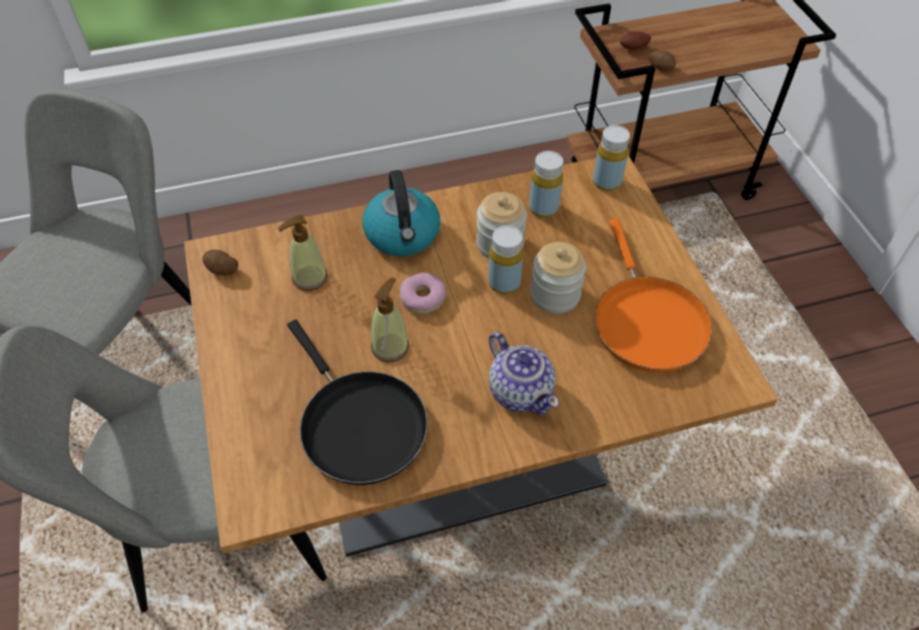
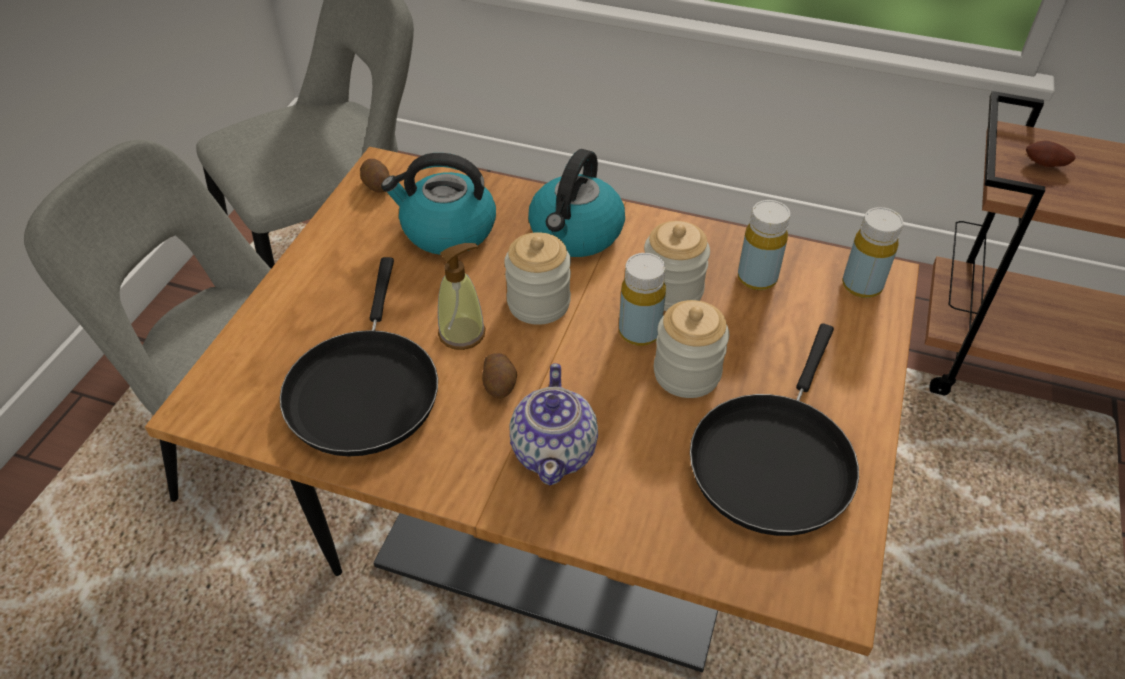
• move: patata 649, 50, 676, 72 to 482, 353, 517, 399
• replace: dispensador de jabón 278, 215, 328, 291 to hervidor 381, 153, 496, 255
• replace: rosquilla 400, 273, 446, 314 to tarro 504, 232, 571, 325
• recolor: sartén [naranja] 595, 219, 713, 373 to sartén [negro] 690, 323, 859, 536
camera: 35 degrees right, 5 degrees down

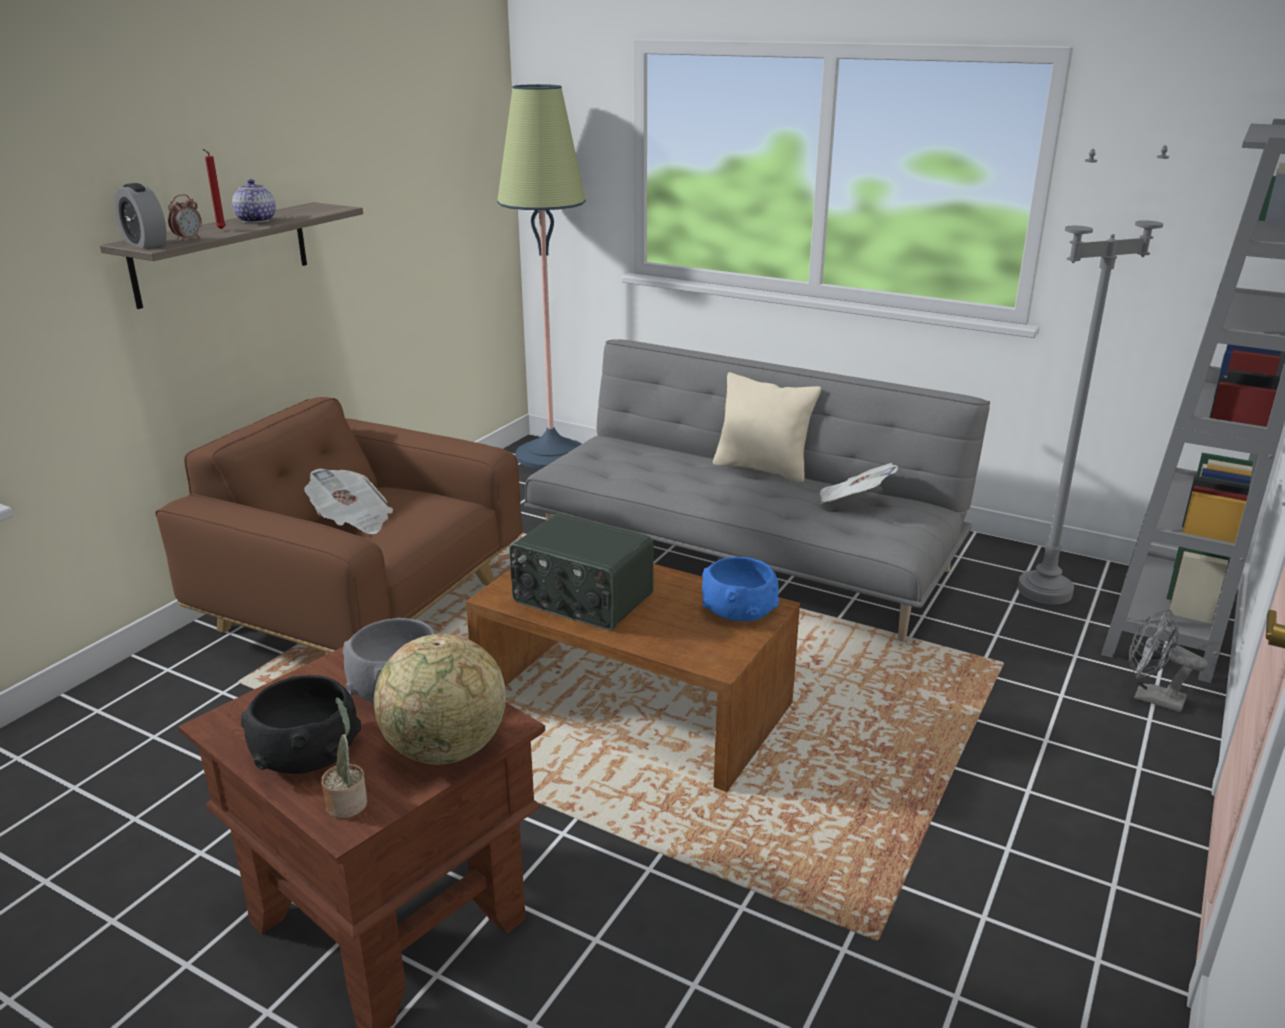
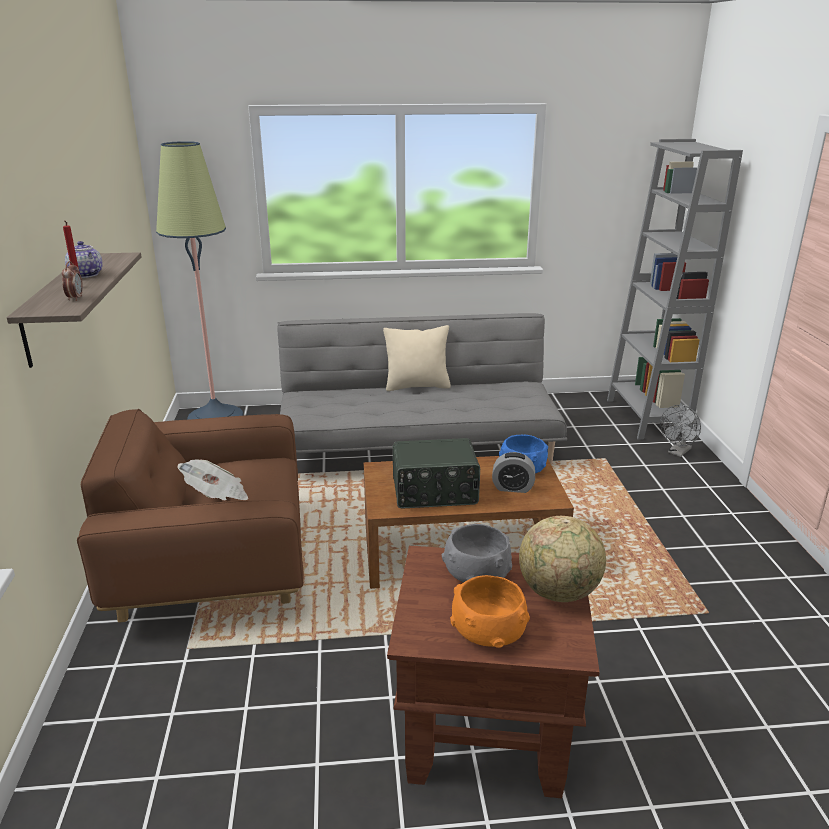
• delete: planta en maceta 321, 697, 367, 819
• delete: periódico 820, 463, 898, 504
• delete: lámpara de pie [gris] 1018, 145, 1169, 605
• move: despertador 115, 183, 167, 248 to 492, 452, 535, 493
• recolor: cuenco [negro] 241, 675, 361, 774 to cuenco [naranja] 450, 575, 530, 648
• rotate: ventilador [gris] 1129, 609, 1208, 712 = 660, 405, 701, 457 45 degrees counterclockwise
camera: 35 degrees left, 0 degrees up

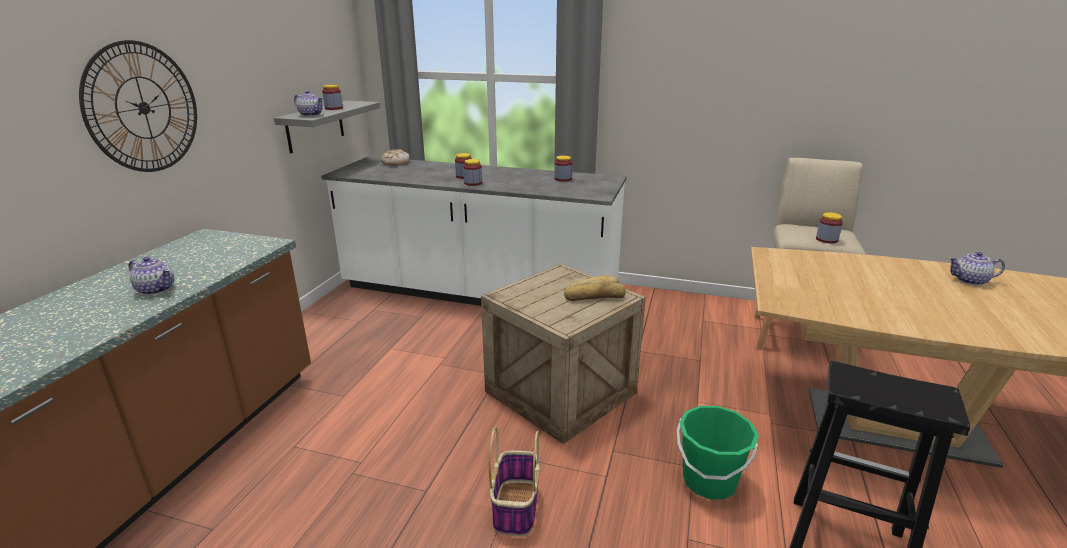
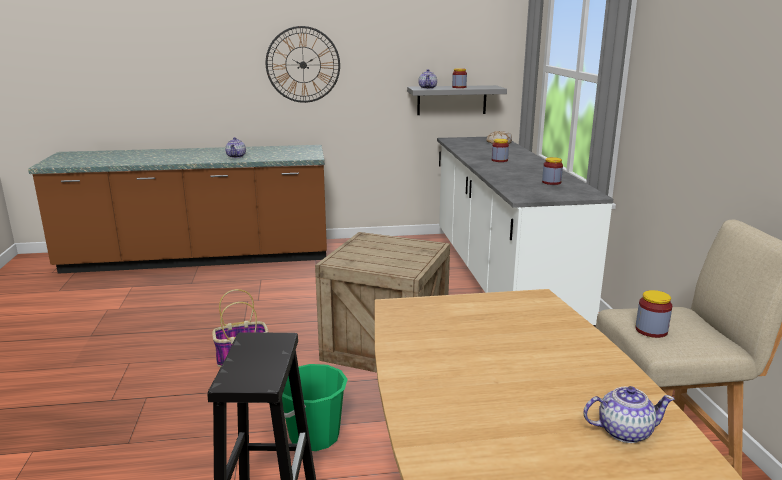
• delete: tarro 463, 159, 482, 186
• delete: pan 564, 275, 626, 301
• rotate: tetera 949, 252, 1005, 285 = 583, 386, 674, 443 105 degrees clockwise
camera: 65 degrees right, 5 degrees down

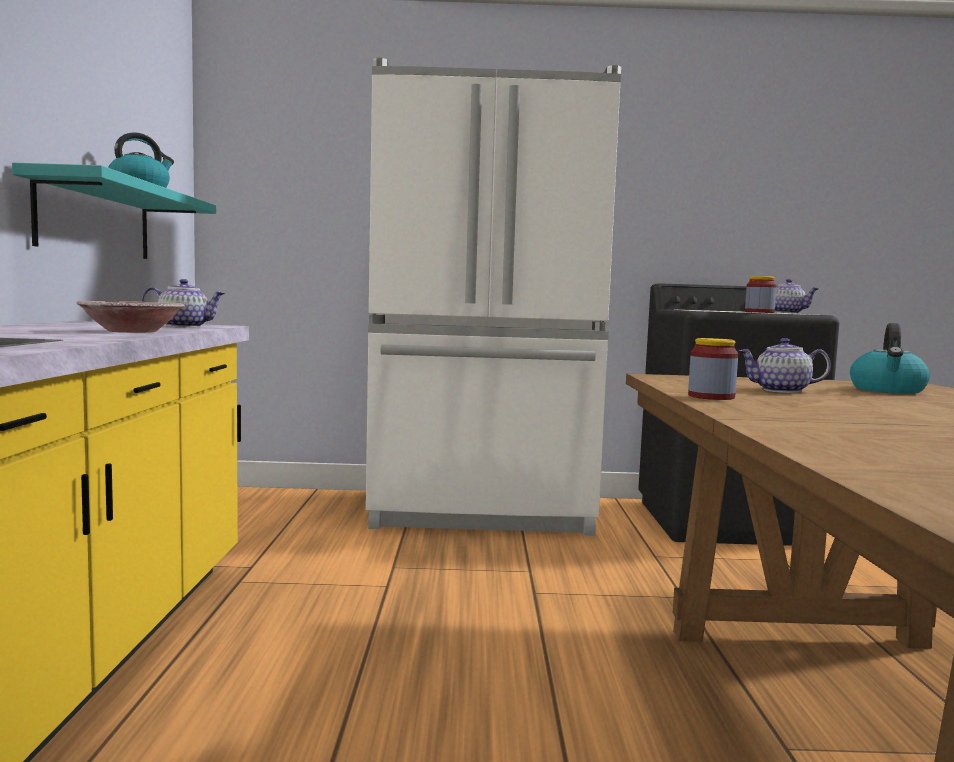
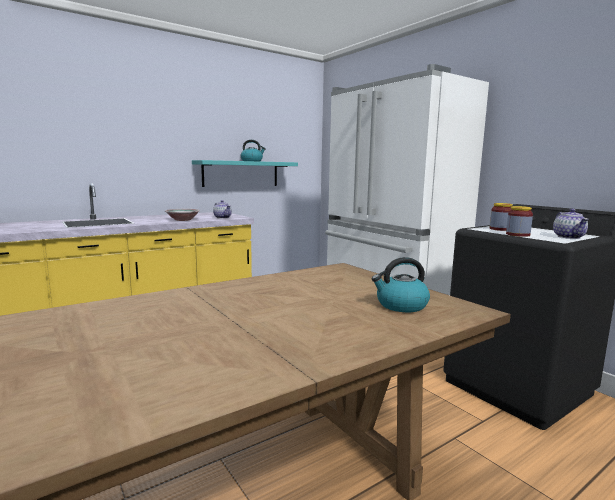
• delete: tetera 739, 338, 831, 393
• move: tarro 688, 338, 738, 400 to 490, 203, 513, 231
camera: 55 degrees right, 5 degrees up

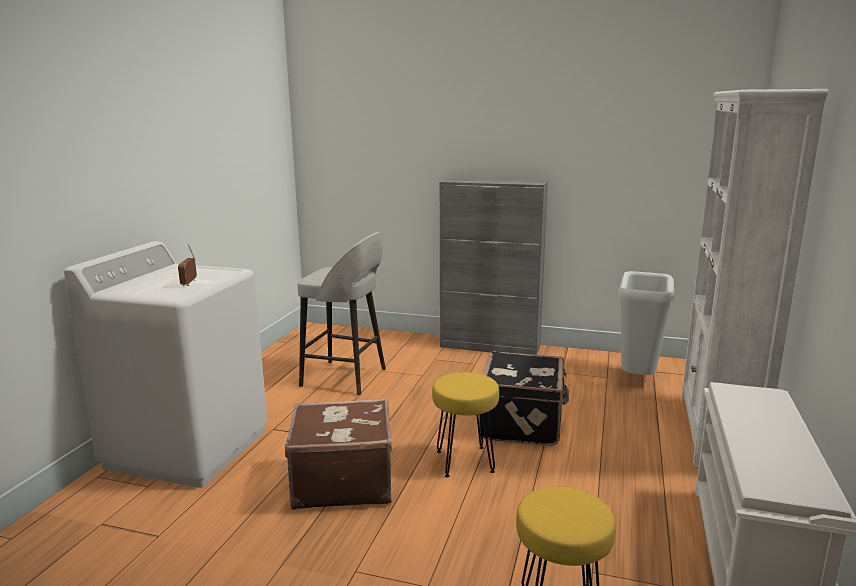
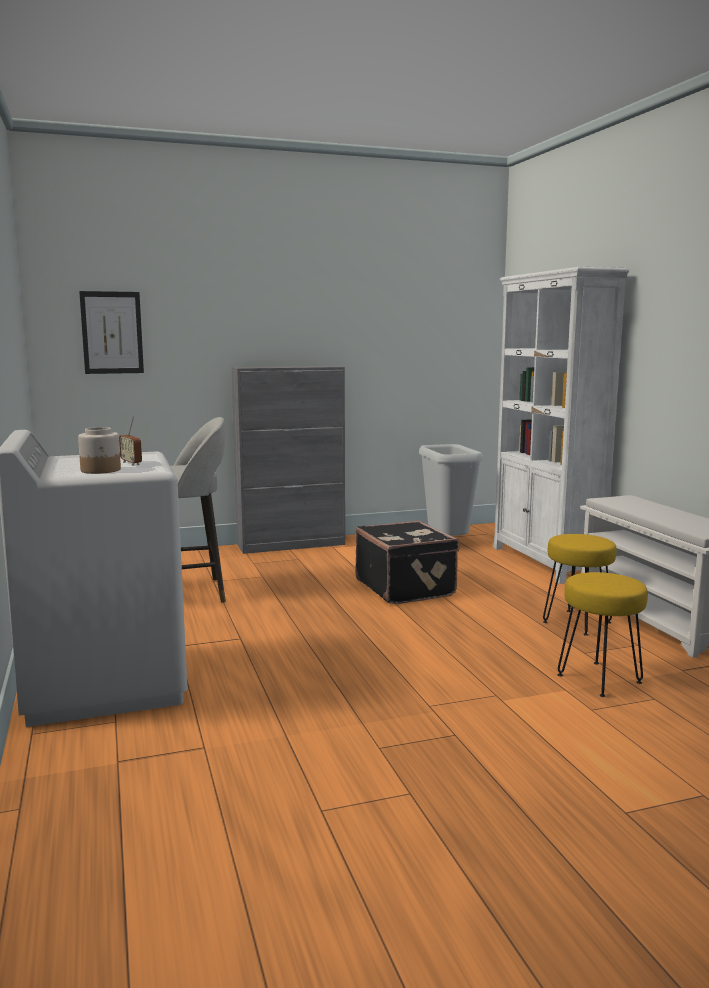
• delete: maleta [marrón] 285, 398, 392, 510
• insert: tarro 78, 427, 121, 474
• insert: cuadro 79, 291, 144, 374
• move: taburete [amarillo] 432, 372, 499, 478 to 543, 534, 616, 636
camera: 35 degrees left, 5 degrees down

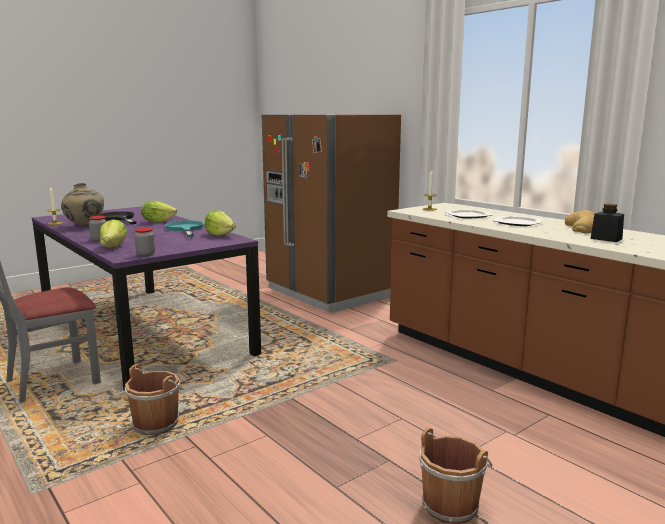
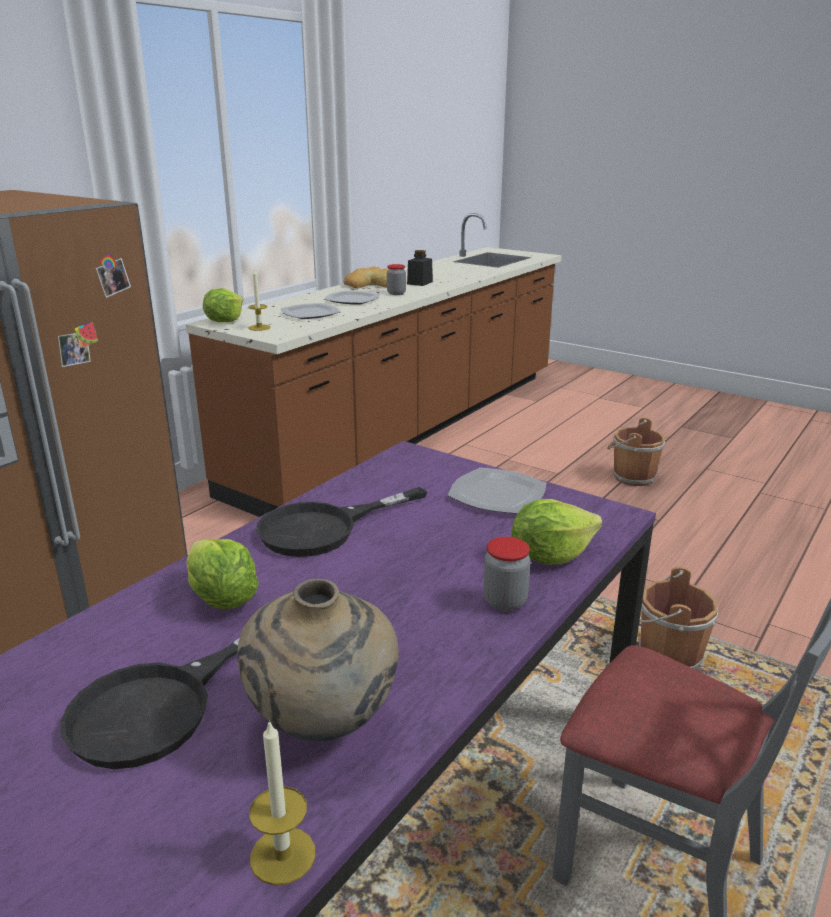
• insert: plato 448, 468, 546, 514
• move: tarro 134, 227, 155, 257 to 387, 264, 406, 295
• move: lechuga 205, 210, 236, 236 to 203, 288, 243, 322
• recolor: sartén [turquesa] 165, 220, 203, 238 to sartén [negro] 256, 487, 427, 557
camera: 105 degrees left, 10 degrees up

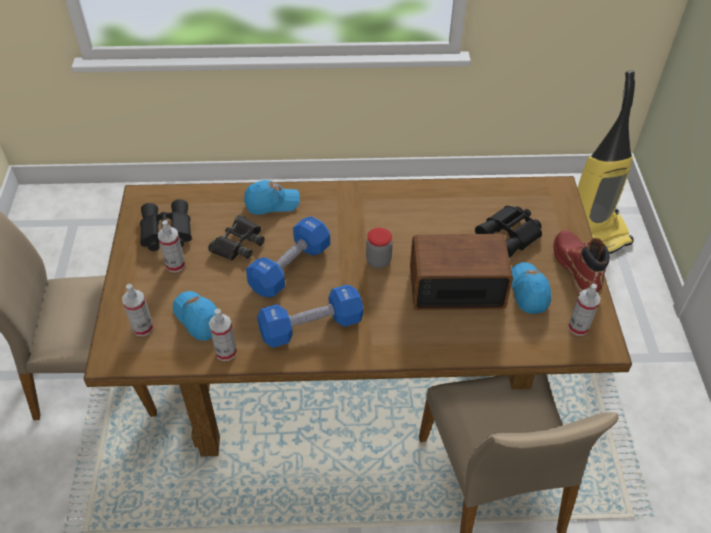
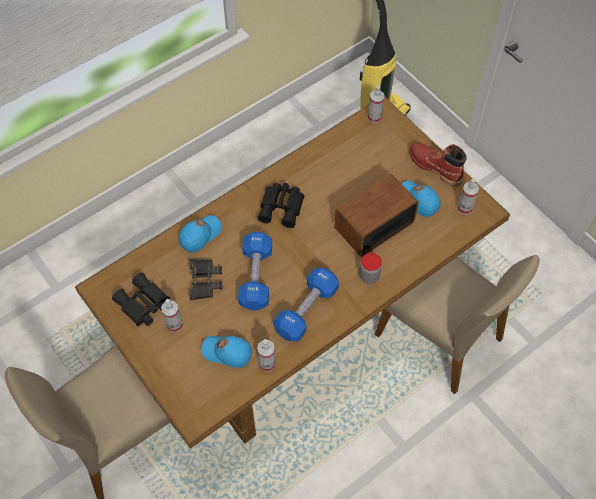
• move: pulverizador 122, 284, 153, 336 to 368, 86, 385, 123
• move: tarro 366, 228, 393, 268 to 359, 253, 382, 284
• move: prismáticos [negro] 475, 205, 542, 258 to 258, 183, 304, 228
camera: 35 degrees left, 10 degrees up

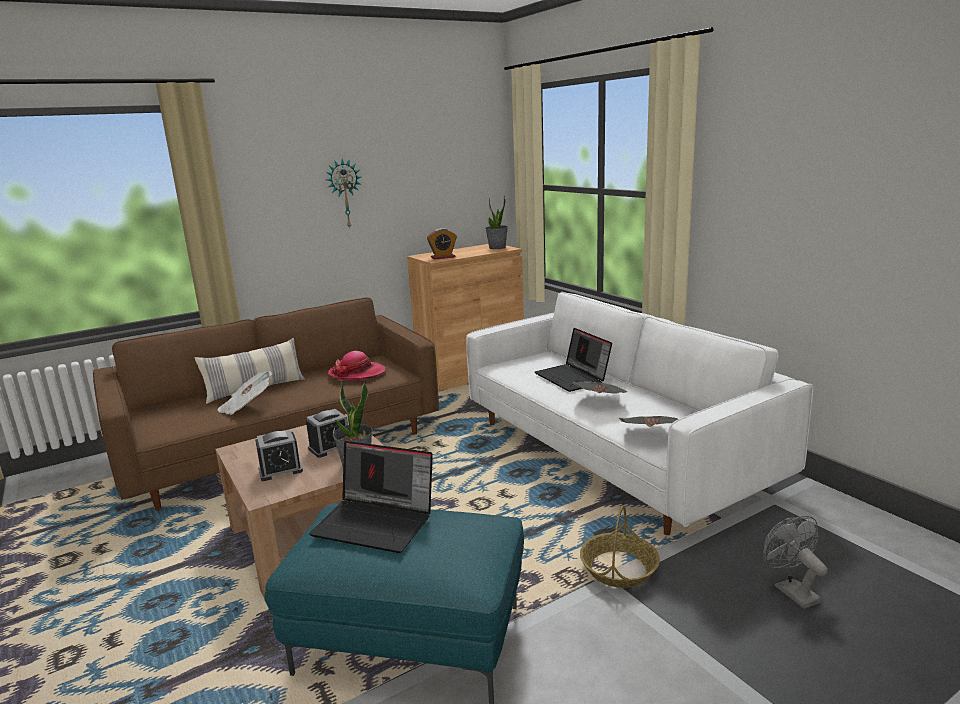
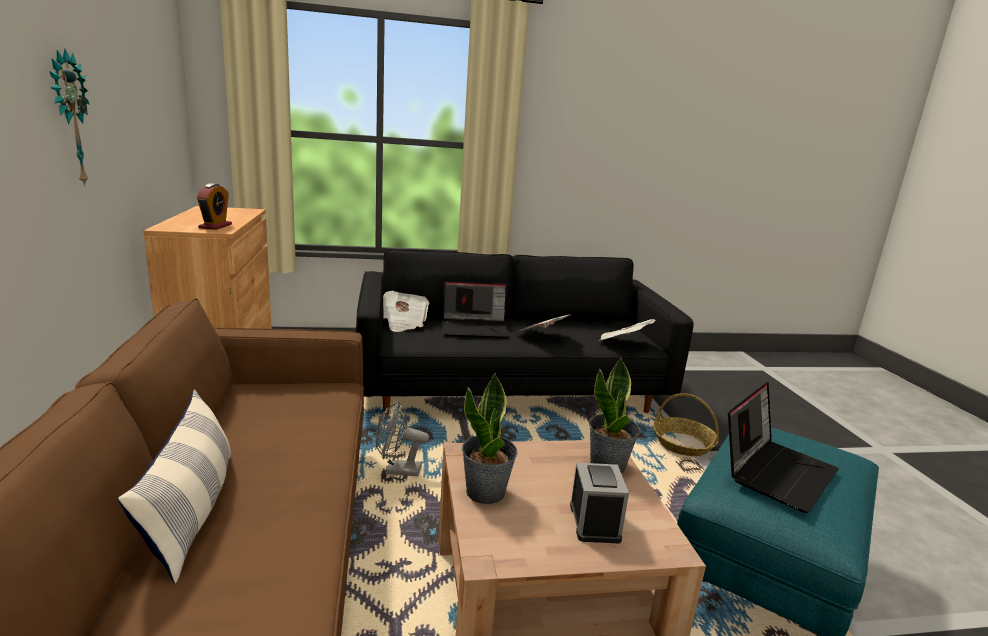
• delete: despertador 306, 409, 348, 458
• delete: sombrero 328, 351, 386, 381
• move: periódico 217, 371, 272, 415 to 383, 290, 429, 332
• move: planta en maceta 485, 196, 508, 249 to 462, 373, 517, 504
• move: ventilador [gris] 764, 516, 828, 609 to 375, 402, 429, 476
• recolor: sofá [blanco] 466, 292, 814, 535 to sofá [negro] 356, 249, 694, 415
camera: 70 degrees left, 0 degrees up

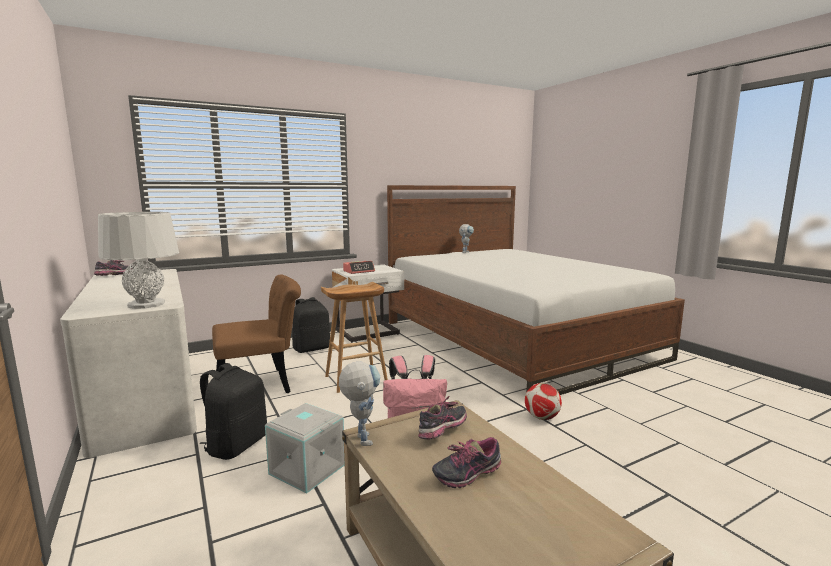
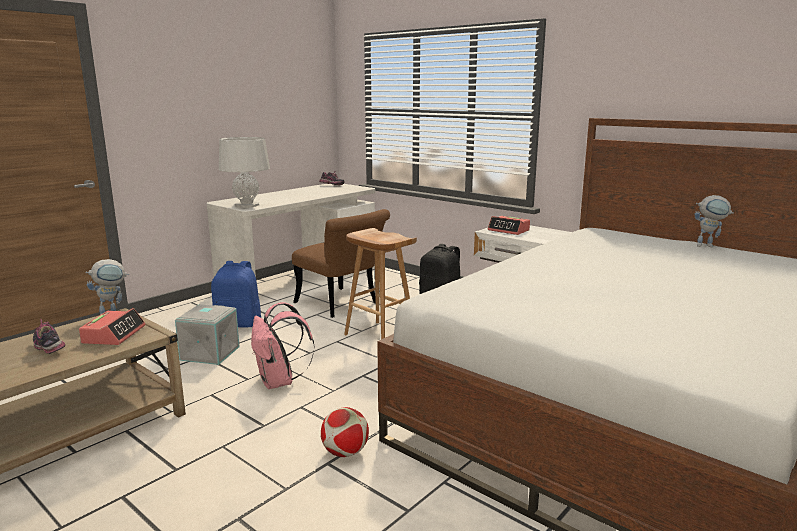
• replace: zapato 418, 395, 467, 440 to despertador 79, 308, 146, 345
• recolor: mochila [negro] 200, 363, 267, 460 to mochila [azul] 211, 261, 261, 327
camera: 70 degrees right, 5 degrees up

